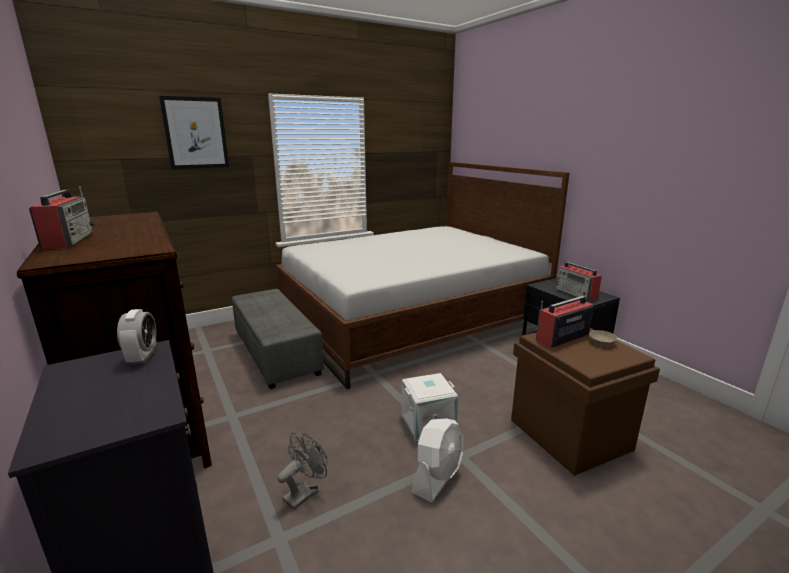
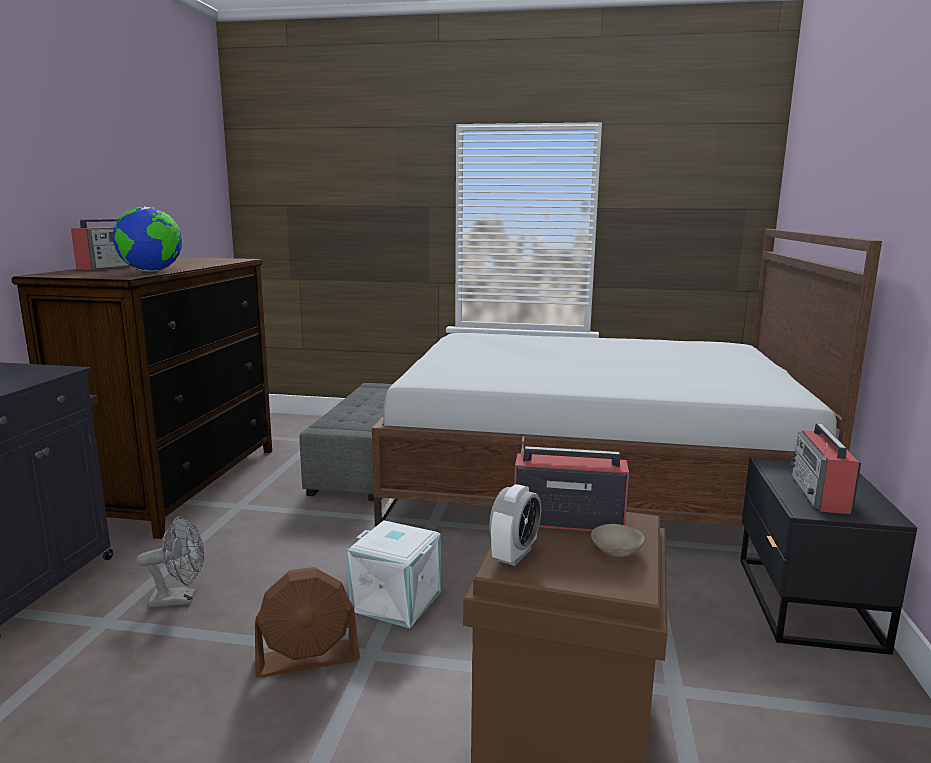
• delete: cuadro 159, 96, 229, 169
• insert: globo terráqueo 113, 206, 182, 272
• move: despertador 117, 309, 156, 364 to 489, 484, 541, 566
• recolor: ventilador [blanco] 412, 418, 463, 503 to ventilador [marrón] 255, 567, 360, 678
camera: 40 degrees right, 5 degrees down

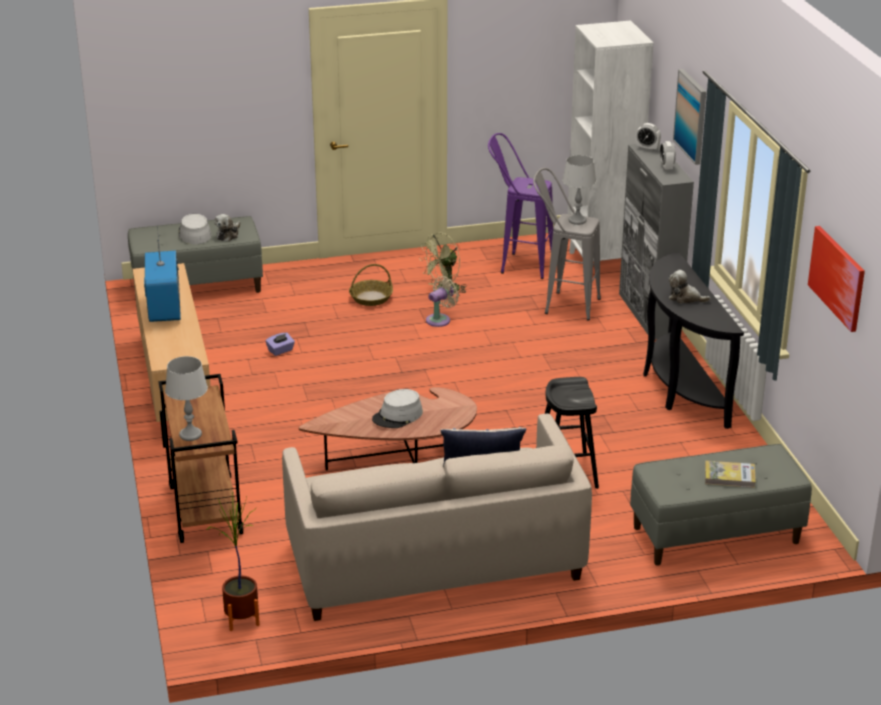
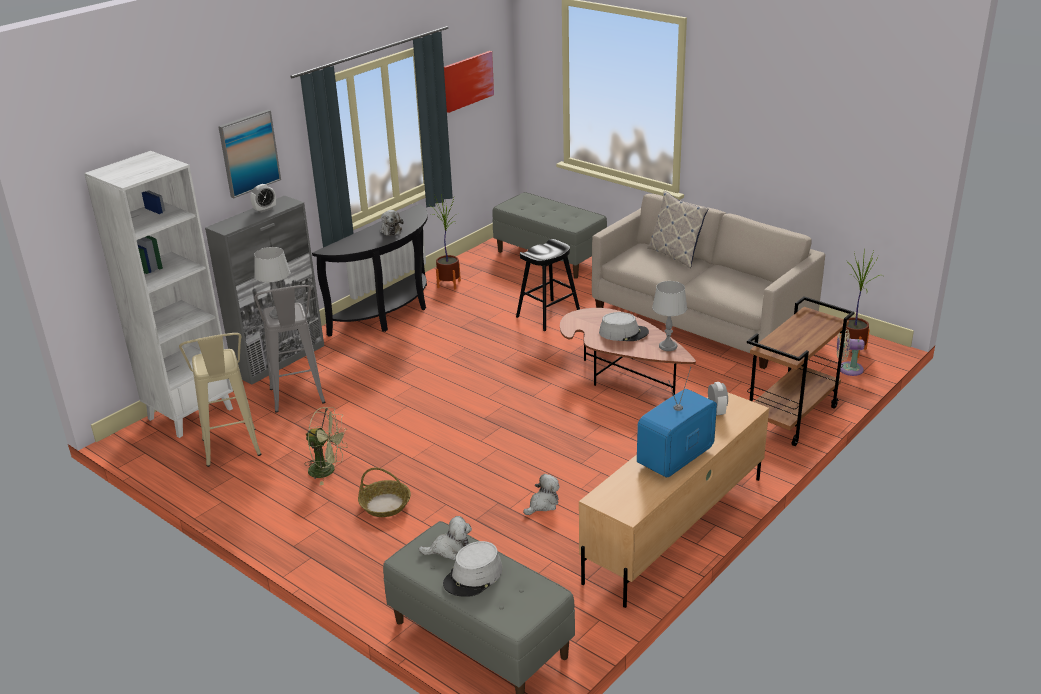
• delete: libro 705, 461, 756, 488
• insert: planta en maceta 429, 194, 461, 289
• move: lámpara de mesa [gris] 165, 356, 208, 441 to 652, 281, 687, 351
• move: ventilador [beis] 426, 276, 459, 327 to 837, 329, 864, 376
• move: despertador 636, 123, 661, 151 to 708, 382, 728, 416
• replace: caja de pañuelos [morado] 266, 333, 295, 356 to peluche 523, 474, 560, 515
• recolor: taburete [morado] 488, 133, 553, 279 to taburete [beis] 179, 333, 261, 467
camera: 125 degrees left, 0 degrees up

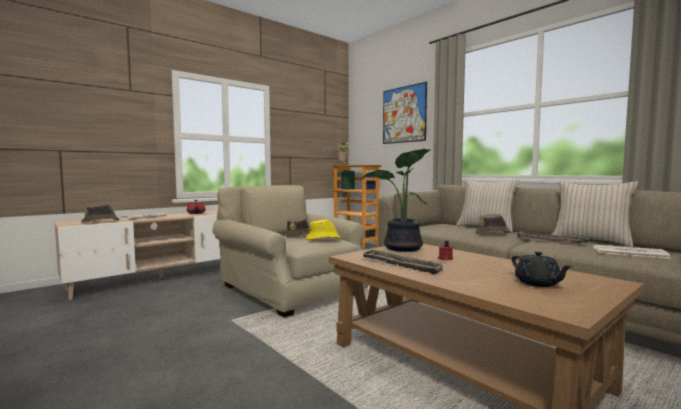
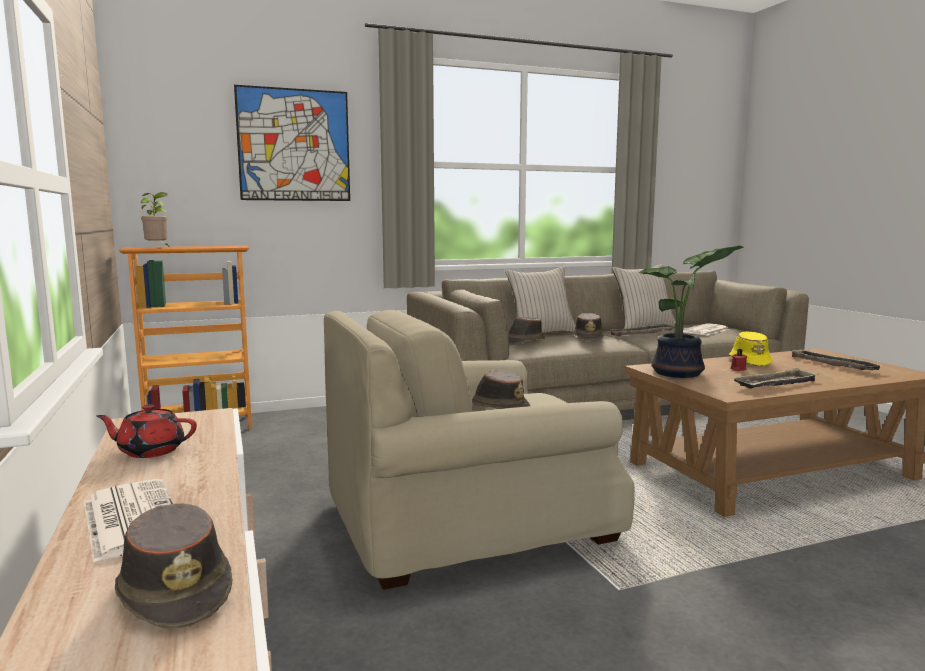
• insert: sombrero [marrón] 508, 317, 545, 345
• move: sombrero [amarillo] 305, 220, 341, 240 to 729, 331, 772, 366
• replace: tetera [negro] 512, 251, 573, 287 to bandeja 789, 349, 884, 370
camera: 70 degrees left, 5 degrees up

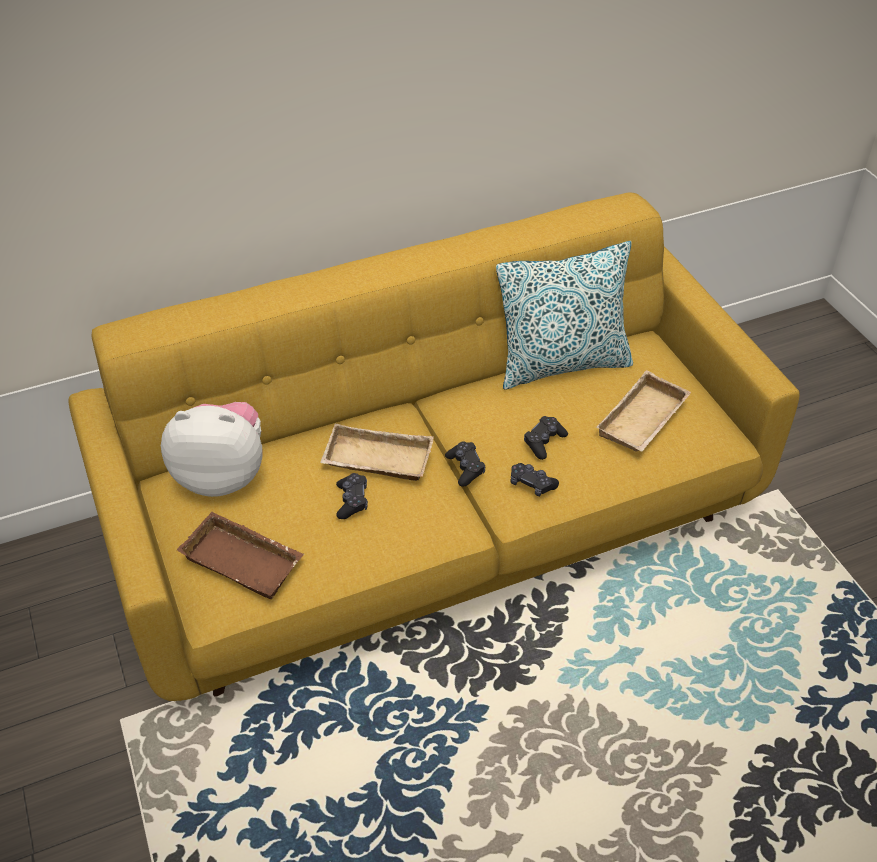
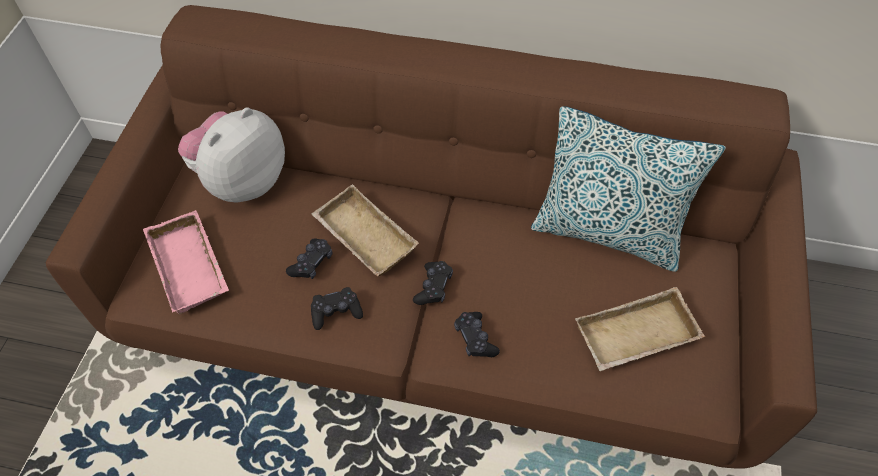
• move: mando de consola [negro] 524, 416, 568, 460 to 311, 287, 363, 330
• recolor: sofá [amarillo] 68, 193, 799, 701 to sofá [marrón] 46, 5, 817, 469
• recolor: bandeja [marrón] 177, 512, 304, 599 to bandeja [rosa] 143, 210, 229, 314
• rotate: peluche 161, 402, 263, 497 = 178, 107, 285, 203 90 degrees counterclockwise
camera: 35 degrees right, 10 degrees up

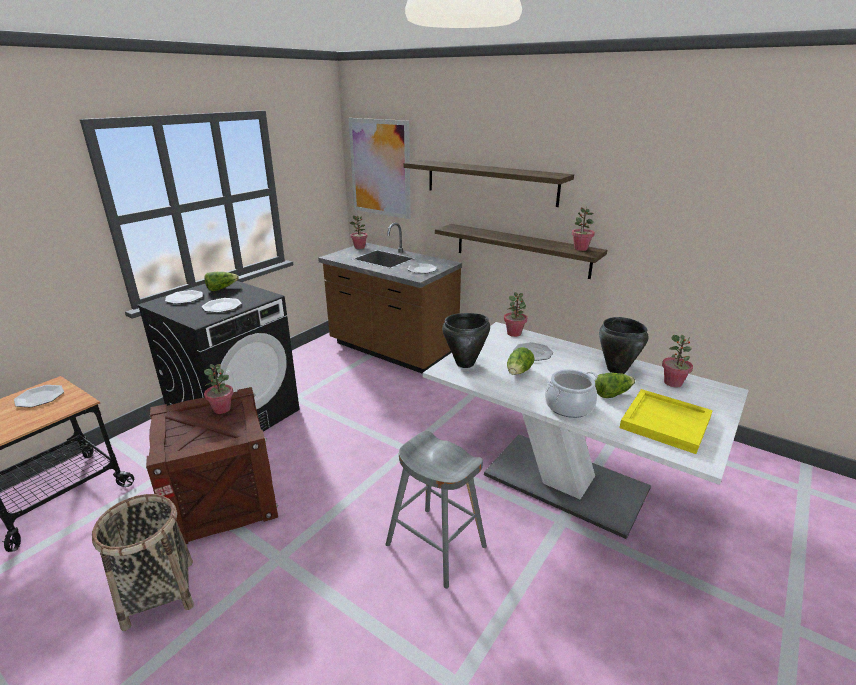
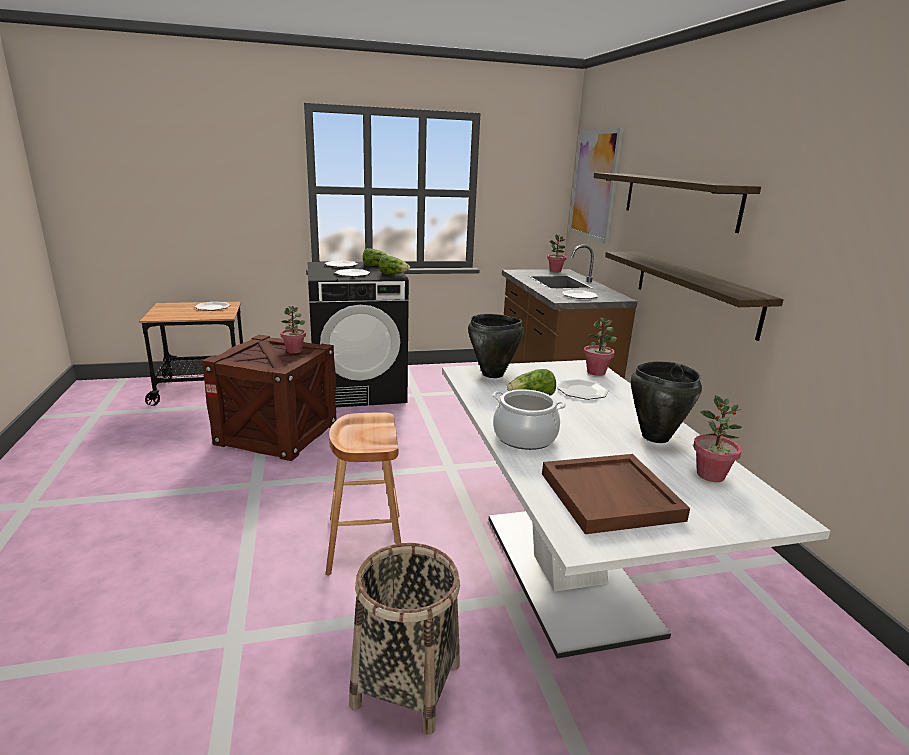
• delete: planta en maceta 572, 206, 595, 251
• move: cesta 92, 494, 194, 631 to 349, 543, 460, 735
• move: lechuga 595, 373, 635, 398 to 379, 255, 410, 274
• recolor: taburete [gris] 386, 431, 487, 589 to taburete [marrón] 326, 412, 401, 575
• recolor: bandeja [amarillo] 619, 389, 713, 454 to bandeja [marrón] 542, 454, 690, 534
camera: 40 degrees right, 5 degrees down

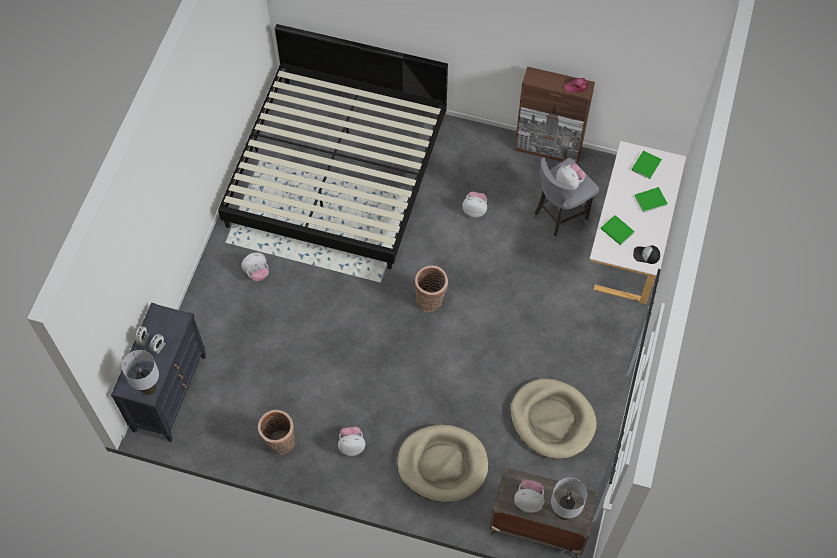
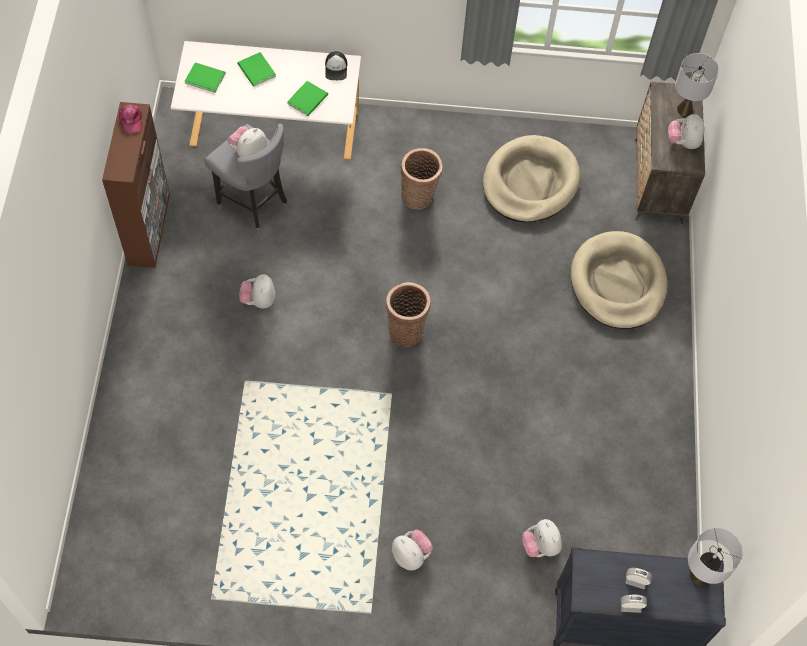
• delete: cama 218, 24, 448, 269
• move: cesta 258, 410, 295, 455 to 401, 148, 442, 210
• move: peluche 338, 427, 365, 456 to 522, 519, 562, 557
camera: 105 degrees left, 0 degrees up

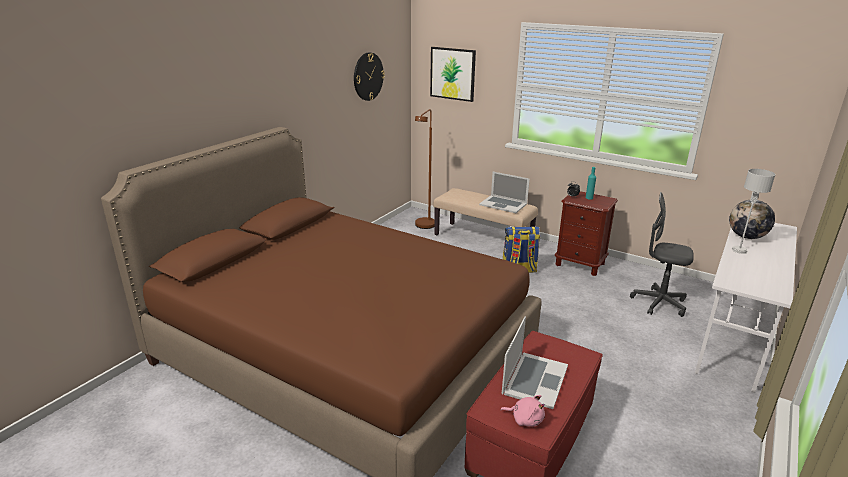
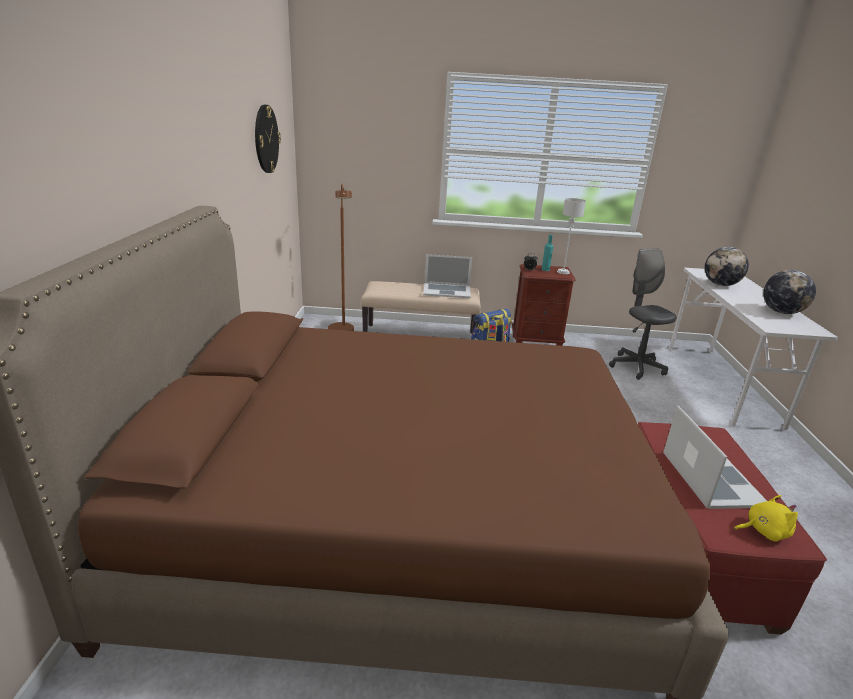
• delete: cuadro 430, 47, 476, 102
• insert: globo terráqueo 763, 270, 816, 314
• move: lámpara de mesa [gris] 731, 169, 775, 254 to 557, 198, 586, 274
• recolor: peluche [rosa] 500, 395, 545, 427 to peluche [amarillo] 734, 495, 798, 542
• rotate: silla de oficina [gris] 630, 192, 694, 317 = 609, 249, 676, 380 75 degrees clockwise
camera: 30 degrees left, 0 degrees up

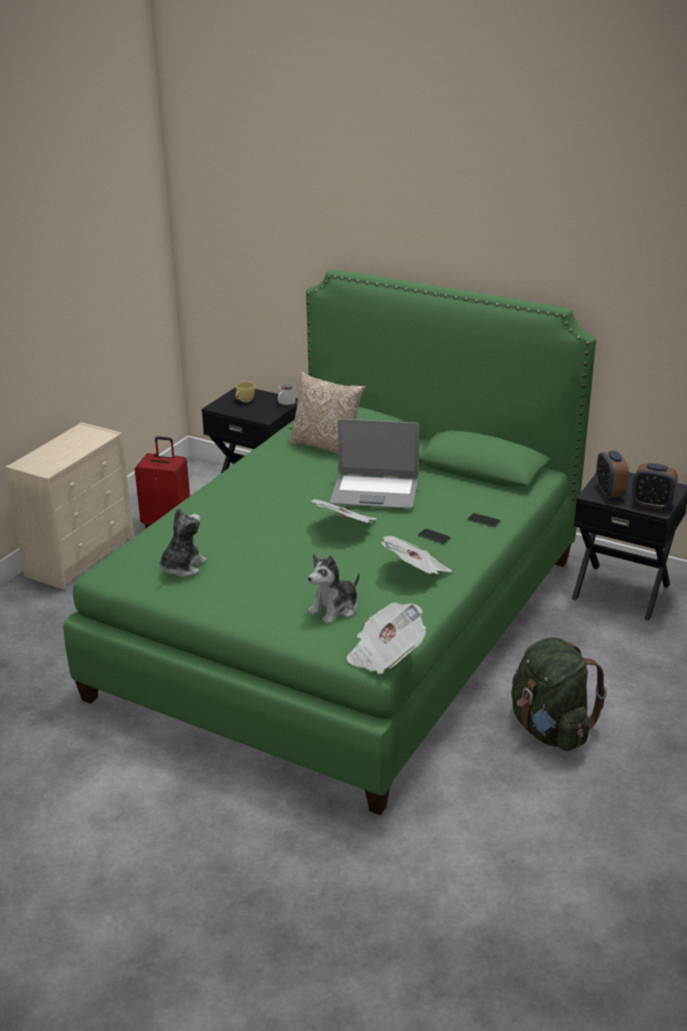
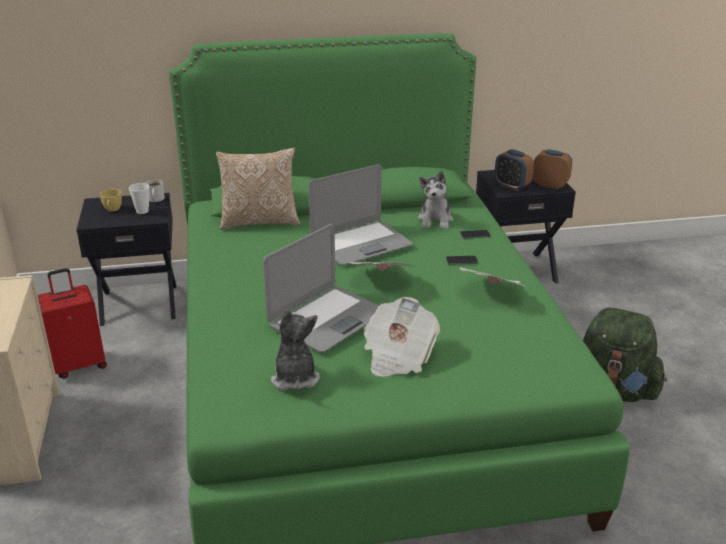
• insert: taza 129, 183, 149, 214
• insert: portátil 263, 224, 379, 353
• move: peluche 307, 554, 360, 624 to 418, 171, 453, 229
• move: periódico 346, 602, 426, 674 to 363, 297, 440, 377
• rotate: despertador 632, 463, 678, 509 = 533, 149, 572, 189 135 degrees counterclockwise
camera: 40 degrees left, 0 degrees up

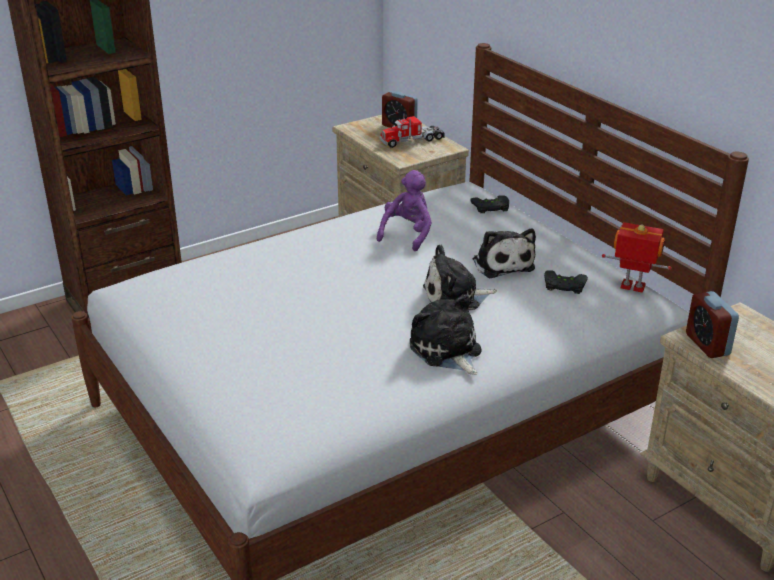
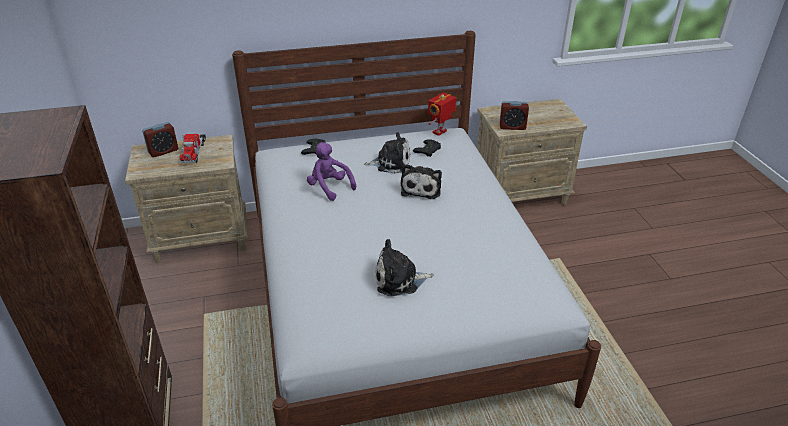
• move: peluche 410, 294, 482, 375 to 376, 239, 434, 296
camera: 70 degrees left, 5 degrees up

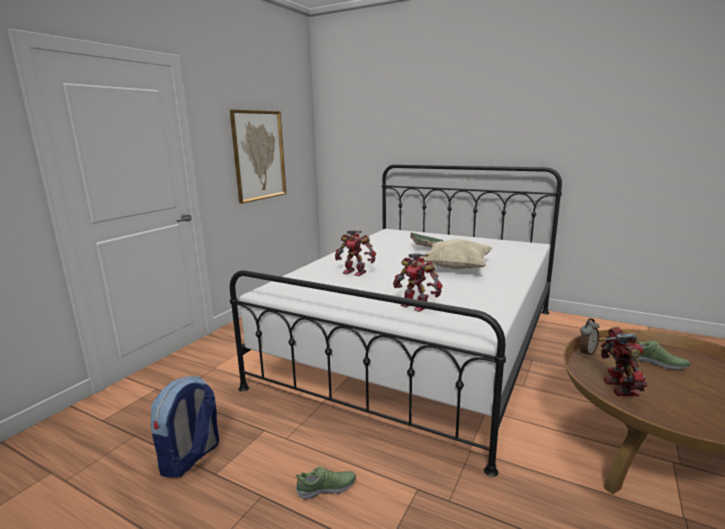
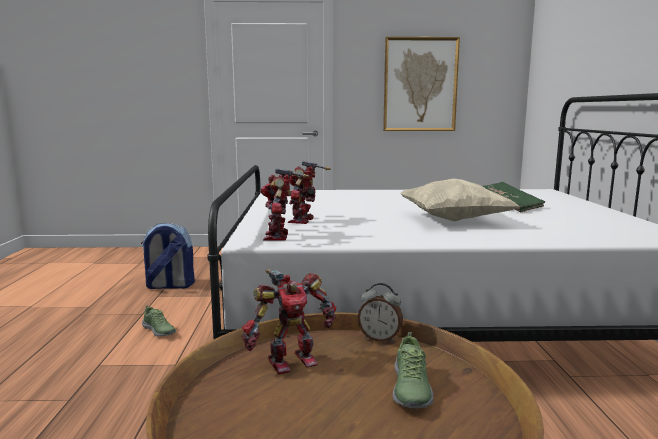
• move: robot de juguete 335, 230, 376, 276 to 261, 168, 309, 240
camera: 60 degrees right, 5 degrees down

